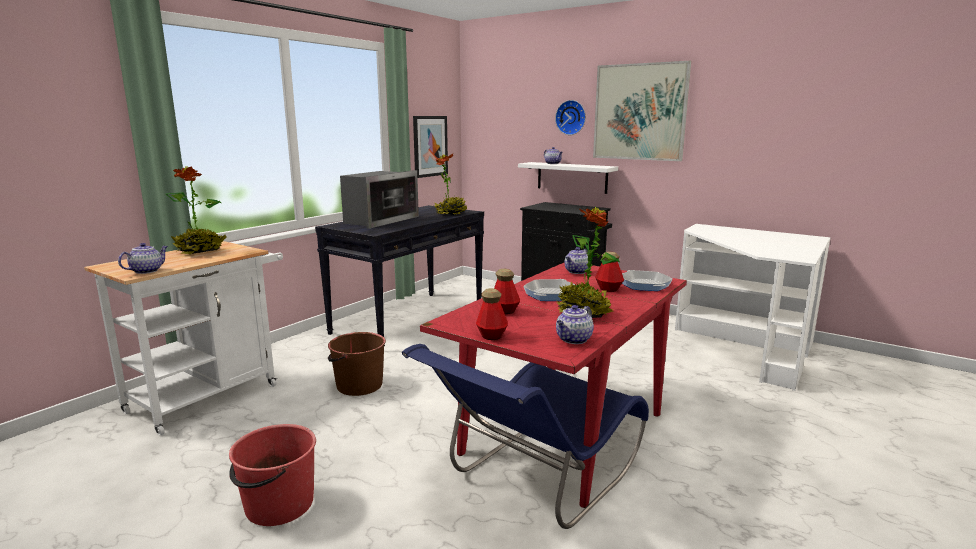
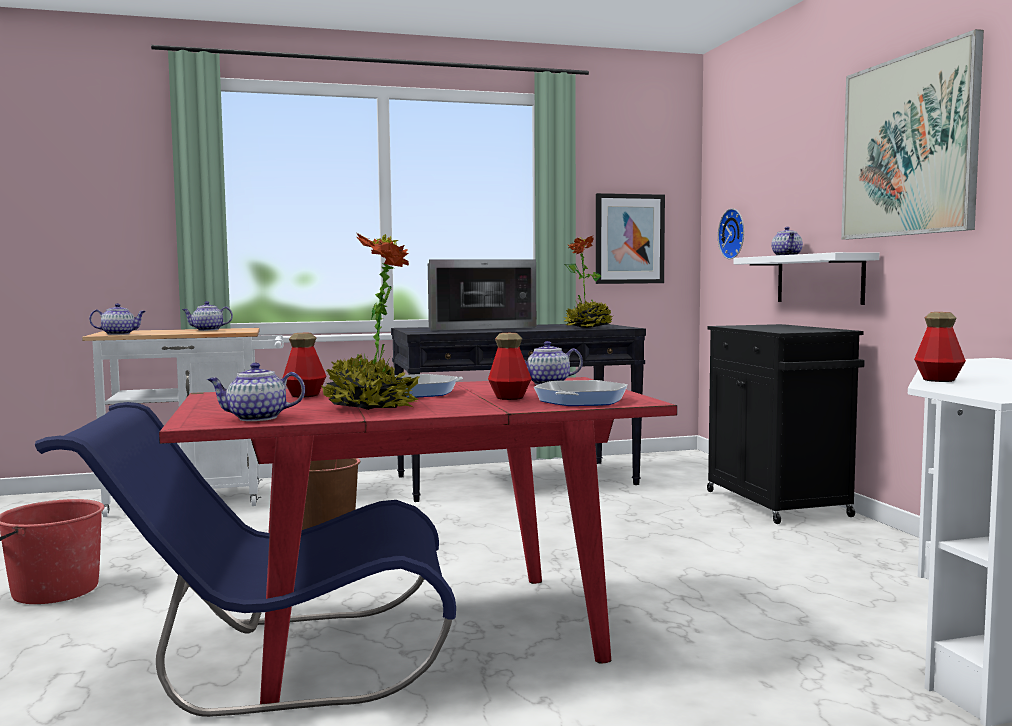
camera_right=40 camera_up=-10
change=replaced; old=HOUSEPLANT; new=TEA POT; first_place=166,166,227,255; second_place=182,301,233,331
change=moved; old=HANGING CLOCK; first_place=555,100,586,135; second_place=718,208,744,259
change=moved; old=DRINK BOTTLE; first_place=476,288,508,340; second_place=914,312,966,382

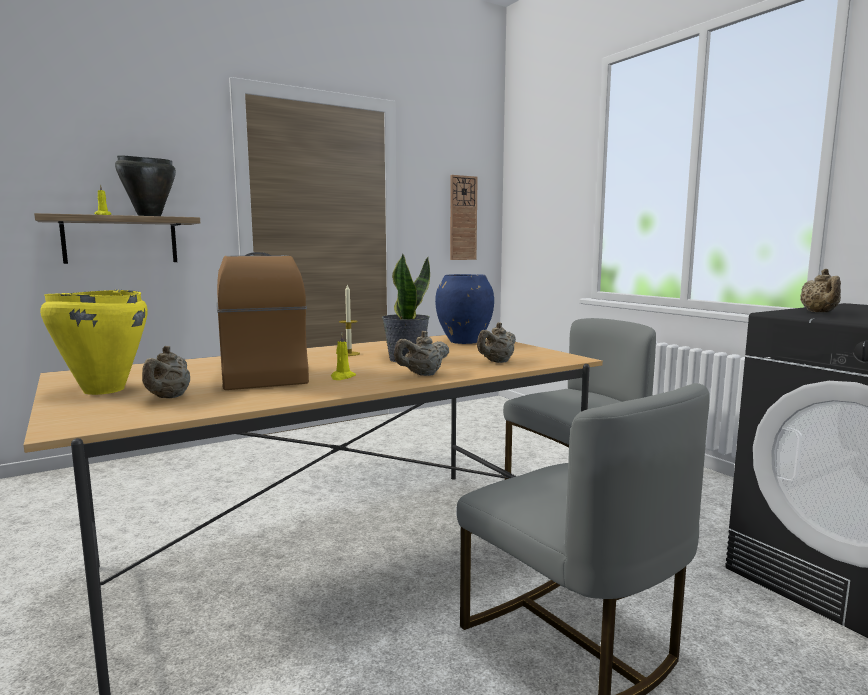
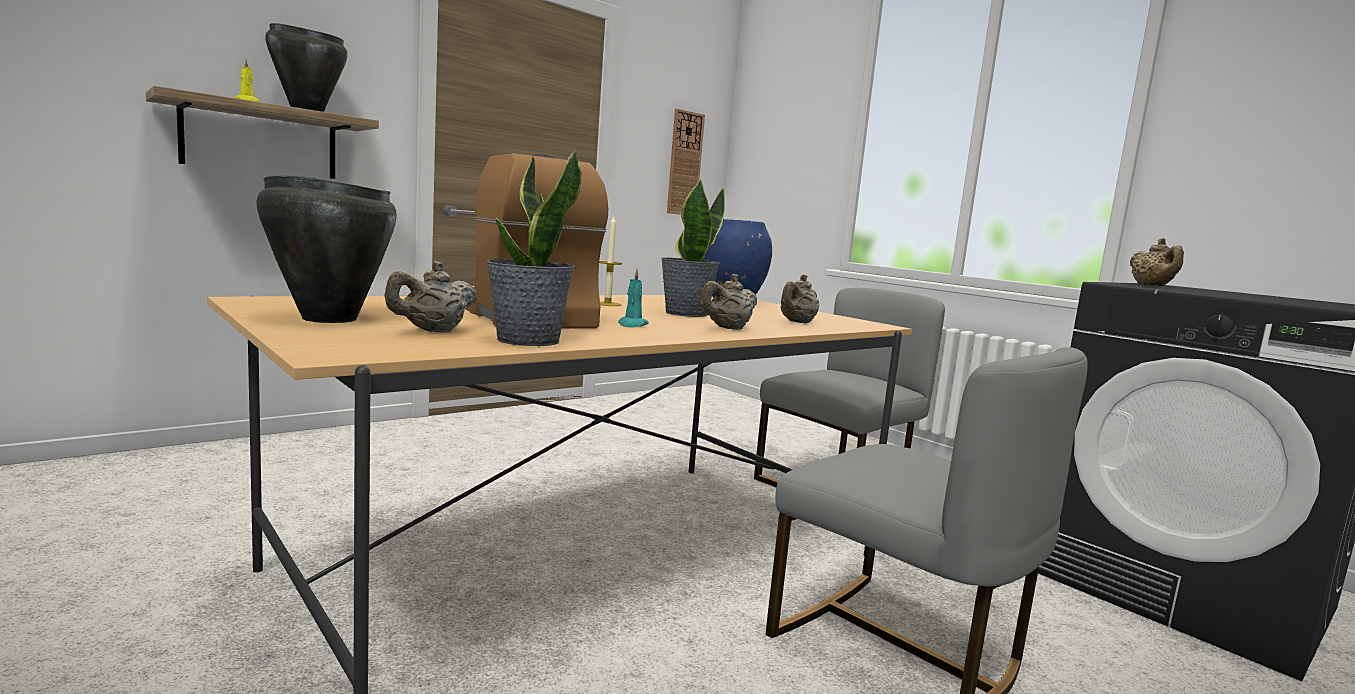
camera_right=-10 camera_up=0
change=recoloured; old=YELLOWISH SAUCEPOT; new=BLACK-COLOURED SAUCEPOT; first_place=40,290,148,395; second_place=256,176,397,323
change=turned; old=BEIGE-COLOURED TEA POT; first_place=142,346,190,398; second_place=384,261,477,332; degrees=45
change=added; new=HOUSEPLANT; second_place=486,149,582,346
change=recoloured; old=YELLOWISH WAX CANDLE; new=TURQUOISE-COLOURED WAX CANDLE; first_place=331,333,356,380; second_place=618,269,649,328

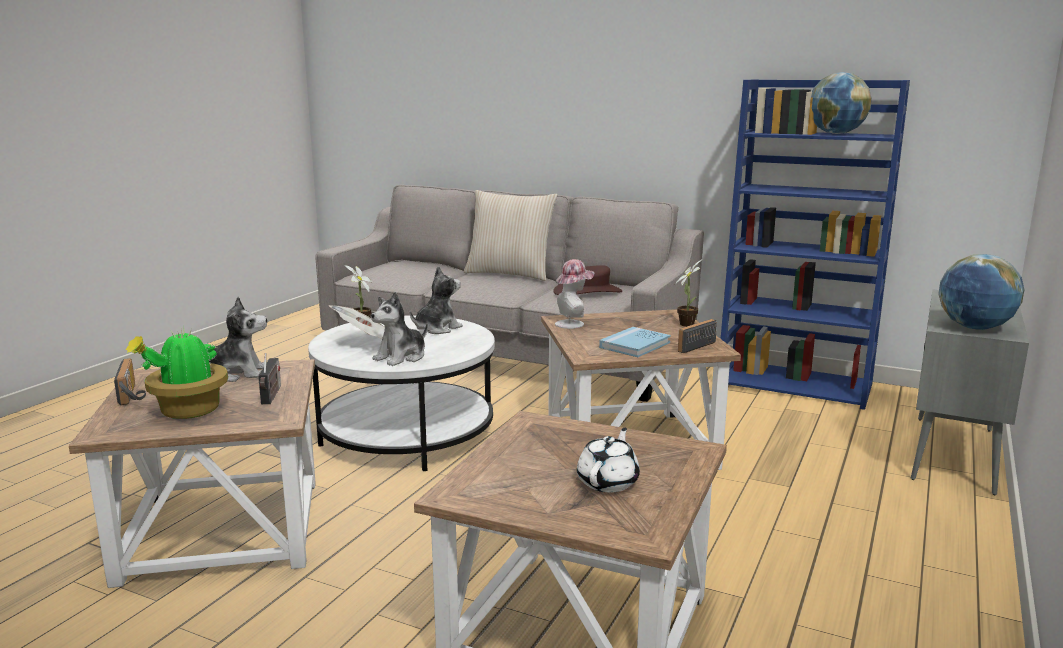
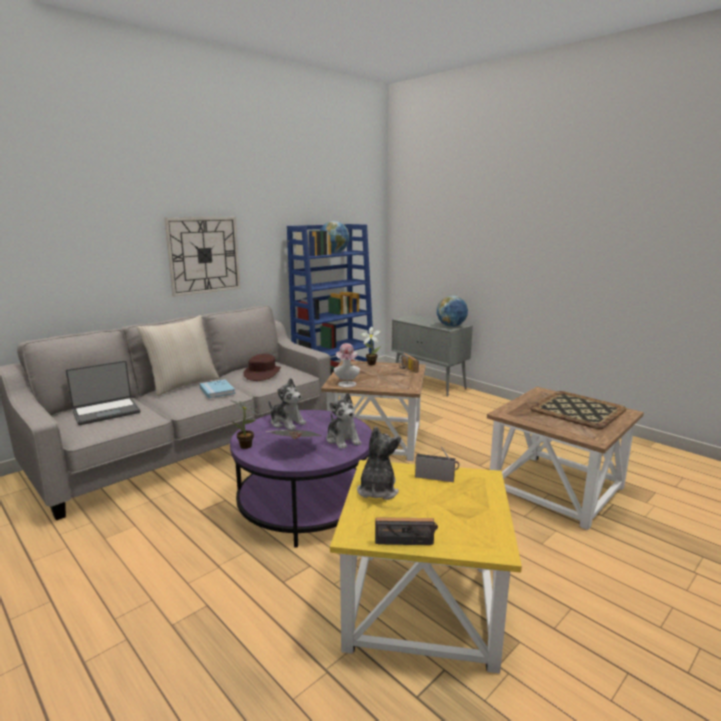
camera_right=-70 camera_up=0
change=added; new=LAPTOP; second_place=66,360,140,425
change=added; new=HANGING CLOCK; second_place=164,217,241,297
change=moved; old=BLUISH BOOK; first_place=599,327,671,357; second_place=199,379,235,398
change=recoloured; old=WHITE LOUNGE TABLE; new=PURPLE-COLOURED LOUNGE TABLE; first_place=308,315,495,471; second_place=230,410,372,548
change=turned; old=SOFT TOY; first_place=410,266,463,334; second_place=269,378,306,430; degrees=150
change=recoloured; old=BROWN SIDE TABLE; new=YELLOWISH SIDE TABLE; first_place=69,359,316,588; second_place=330,460,522,673
change=replaced; old=WHITE TEA POT; new=CARRYING TRAY; first_place=577,428,640,492; second_place=530,391,627,429
change=removed; old=HOUSEPLANT; first_place=126,326,228,419

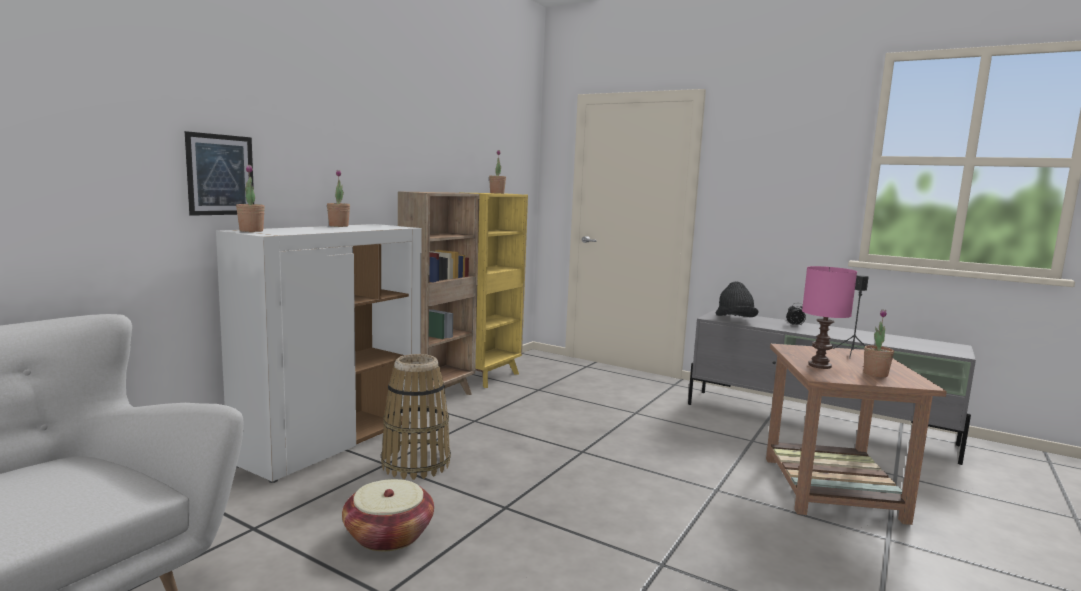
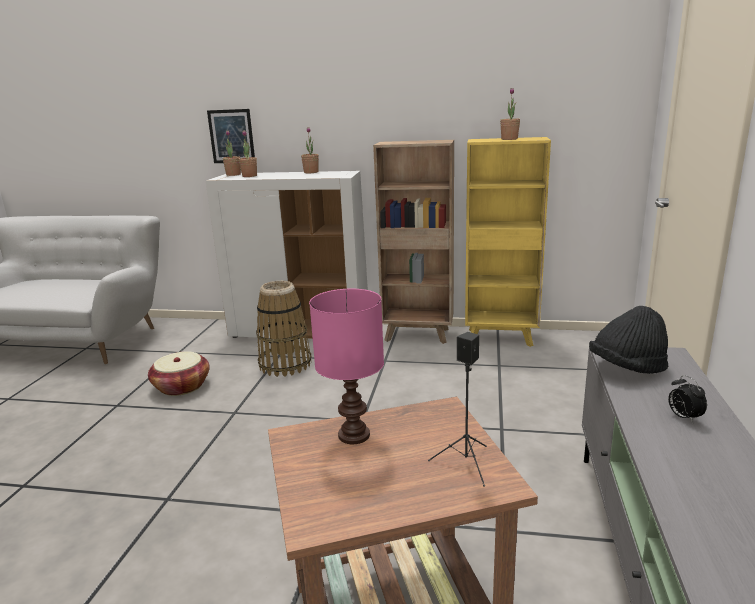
camera_right=70 camera_up=10
change=moved; old=HOUSEPLANT; first_place=864,309,894,377; second_place=239,130,257,177

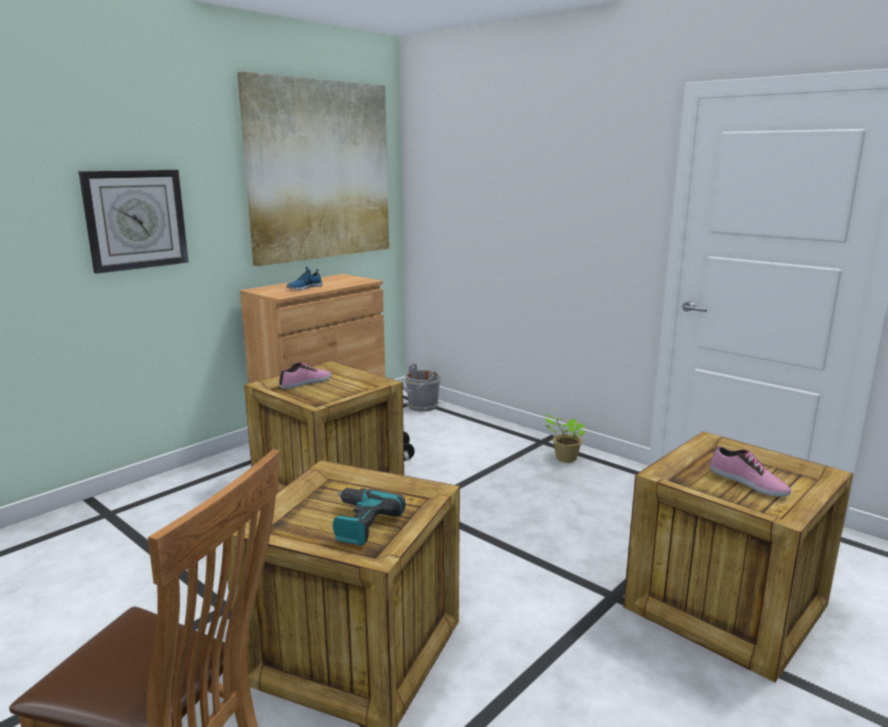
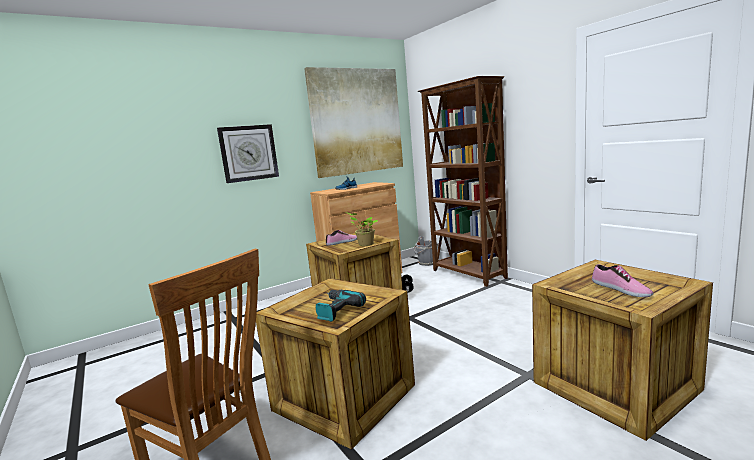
camera_right=15 camera_up=-5
change=moved; old=HOUSEPLANT; first_place=544,414,585,463; second_place=346,212,378,246
change=added; new=BROWN BOOKCASE; second_place=418,76,508,287

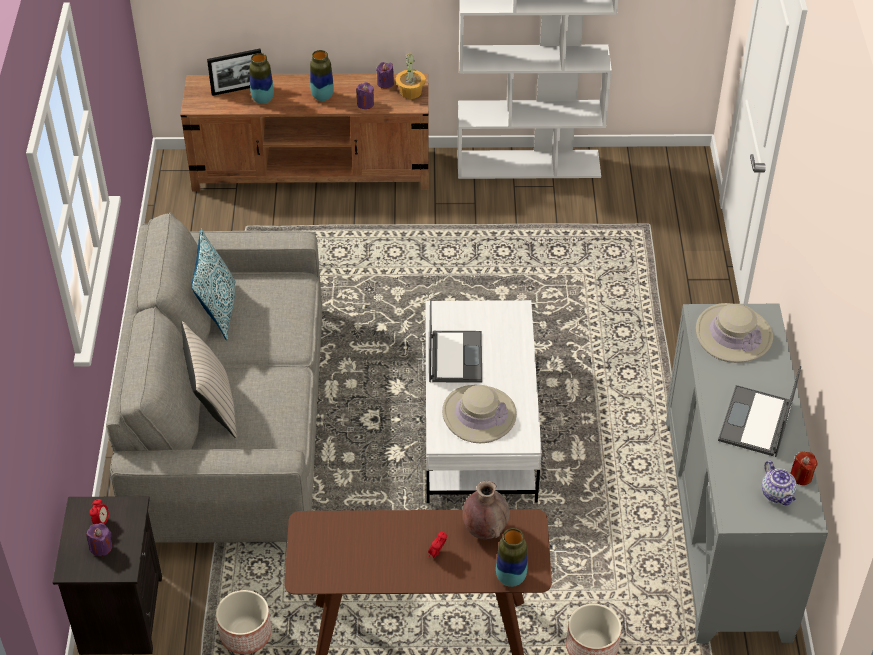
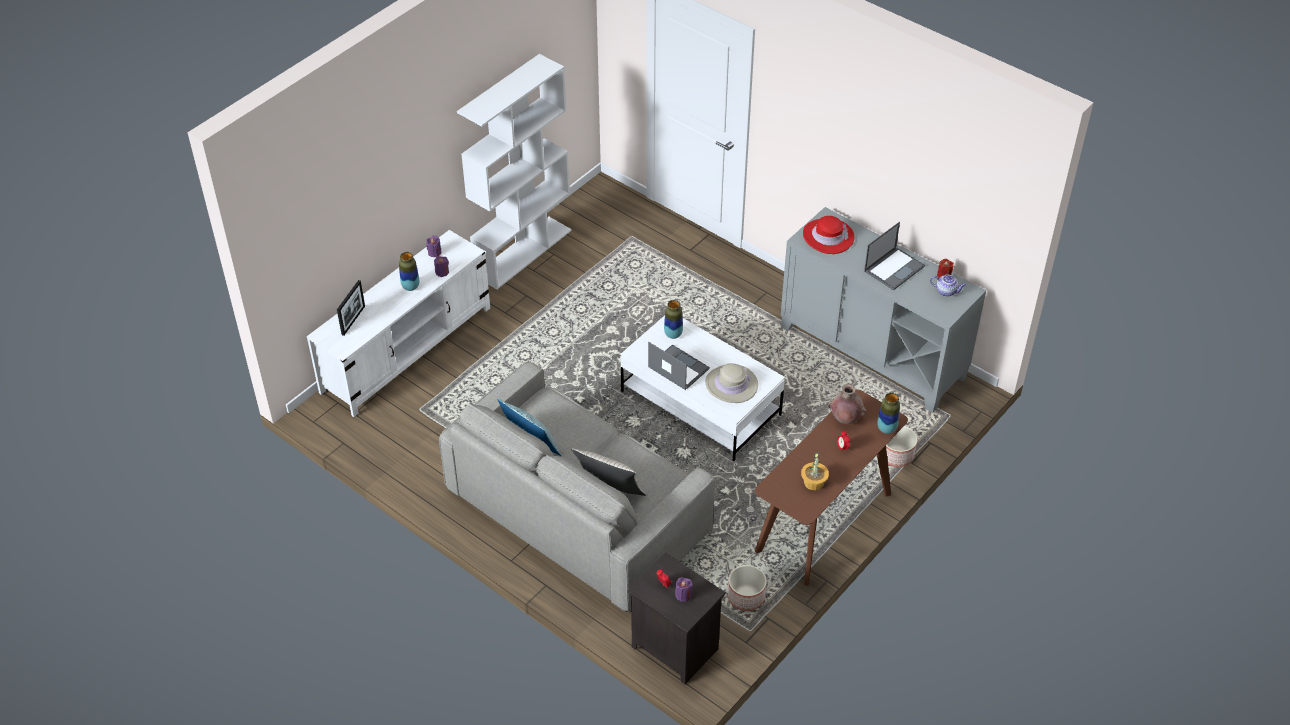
camera_right=-50 camera_up=0
change=recoloured; old=BROWN TV STAND; new=WHITE TV STAND; first_place=180,74,429,191; second_place=307,230,490,417
change=moved; old=DECORATIVE VASE; first_place=249,53,274,104; second_place=664,300,683,339
change=moved; old=HOUSEPLANT; first_place=395,54,426,99; second_place=801,452,829,490
change=recoloured; old=BEIGE-COLOURED HAT; new=REDDISH HAT; first_place=696,303,773,363; second_place=803,216,854,254
change=turned; old=LAPTOP; first_place=718,366,801,457; second_place=864,222,925,291; degrees=-105

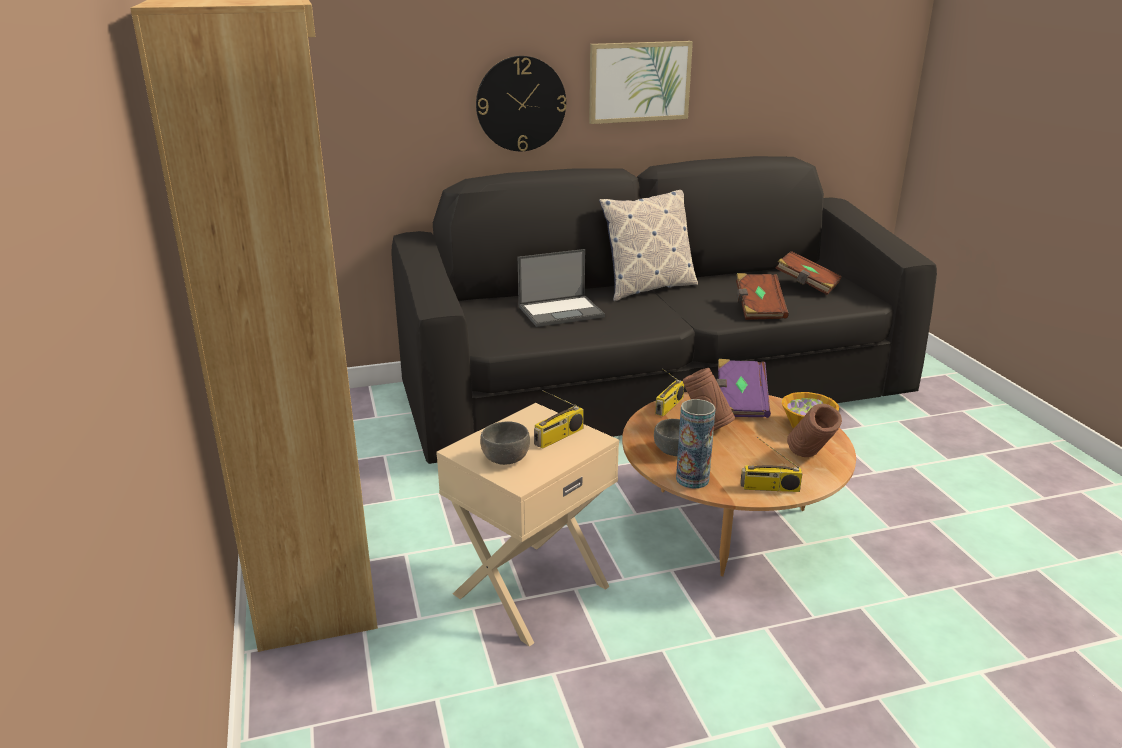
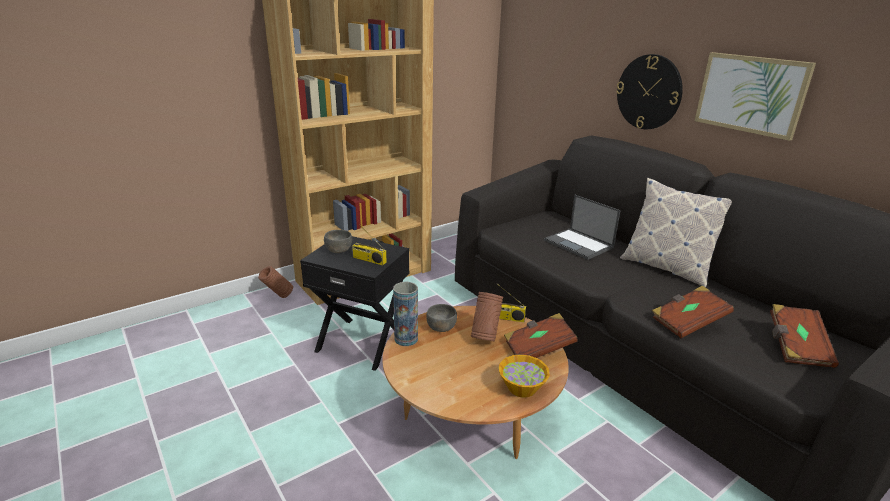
camera_right=70 camera_up=0
change=moved; old=BROWN DECORATIVE VASE; first_place=787,404,842,457; second_place=258,266,293,298
change=recoloured; old=BEIGE-COLOURED SIDE TABLE; new=BLACK-COLOURED SIDE TABLE; first_place=436,403,619,647; second_place=300,236,410,371
change=recoloured; old=PURPLE-COLOURED BOOK; new=BROWN BOOK; first_place=716,359,771,418; second_place=504,313,578,358
change=removed; old=RADIO RECEIVER; first_place=740,437,802,492

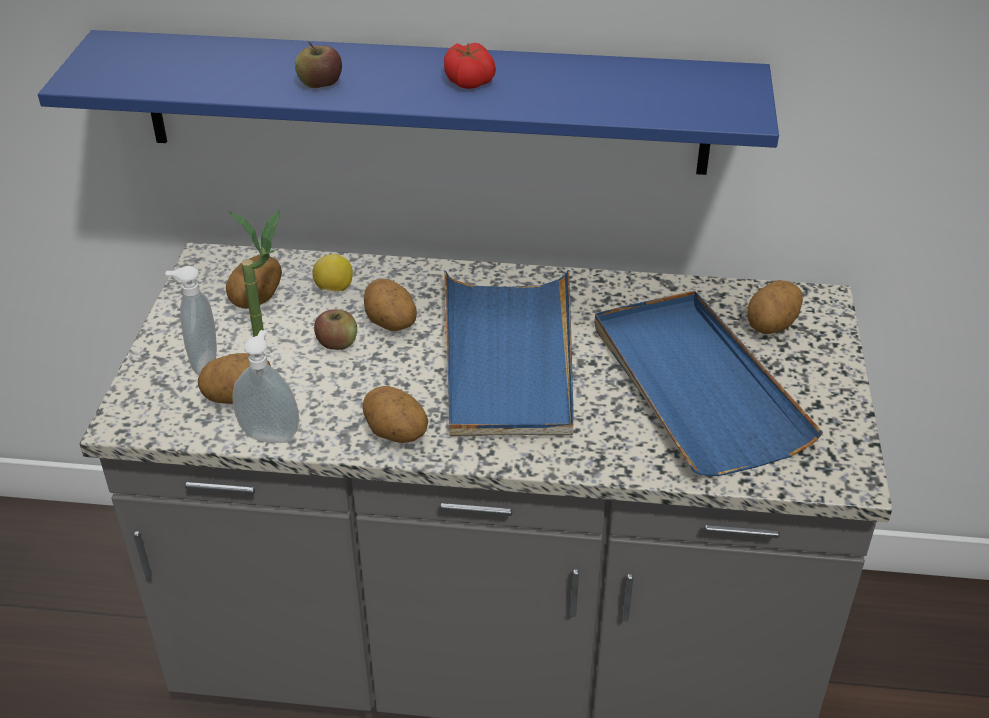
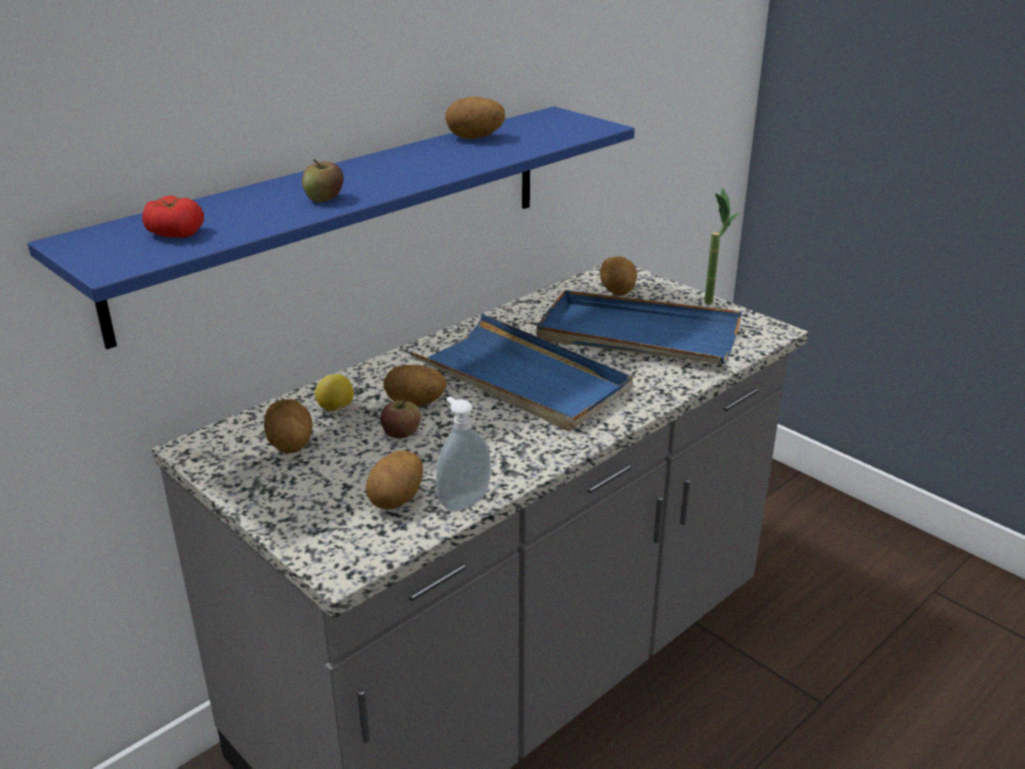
camera_right=-50 camera_up=-10
change=moved; old=FRESH TOMATO; first_place=444,42,496,89; second_place=142,196,204,238
change=moved; old=SPUD; first_place=363,386,428,443; second_place=445,96,505,140
change=moved; old=HOUSEPLANT; first_place=229,210,280,337; second_place=704,188,740,304
change=removed; old=SOAP DISPENSER; first_place=165,266,217,374

